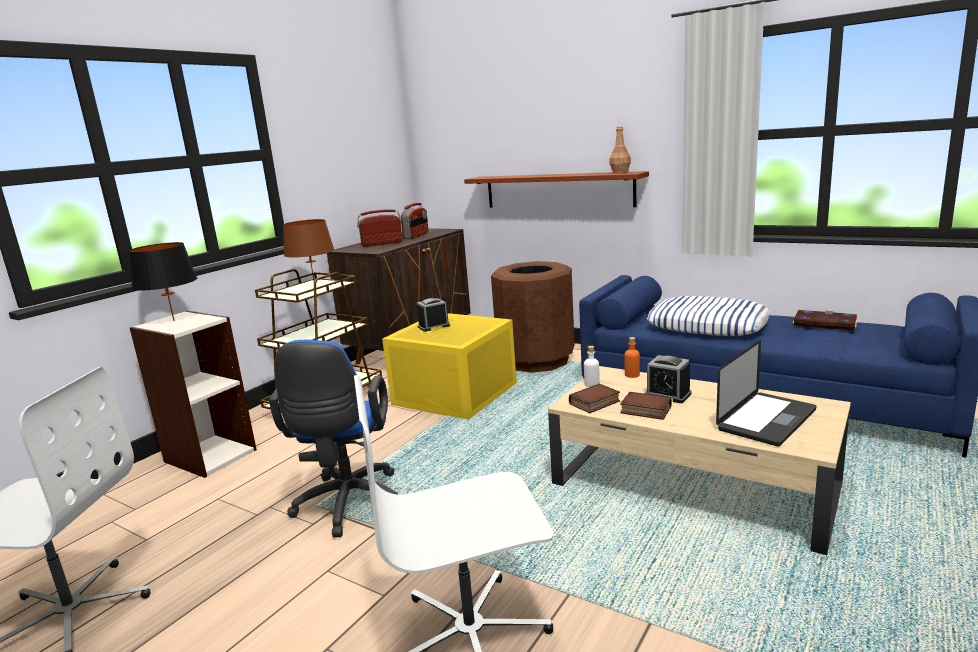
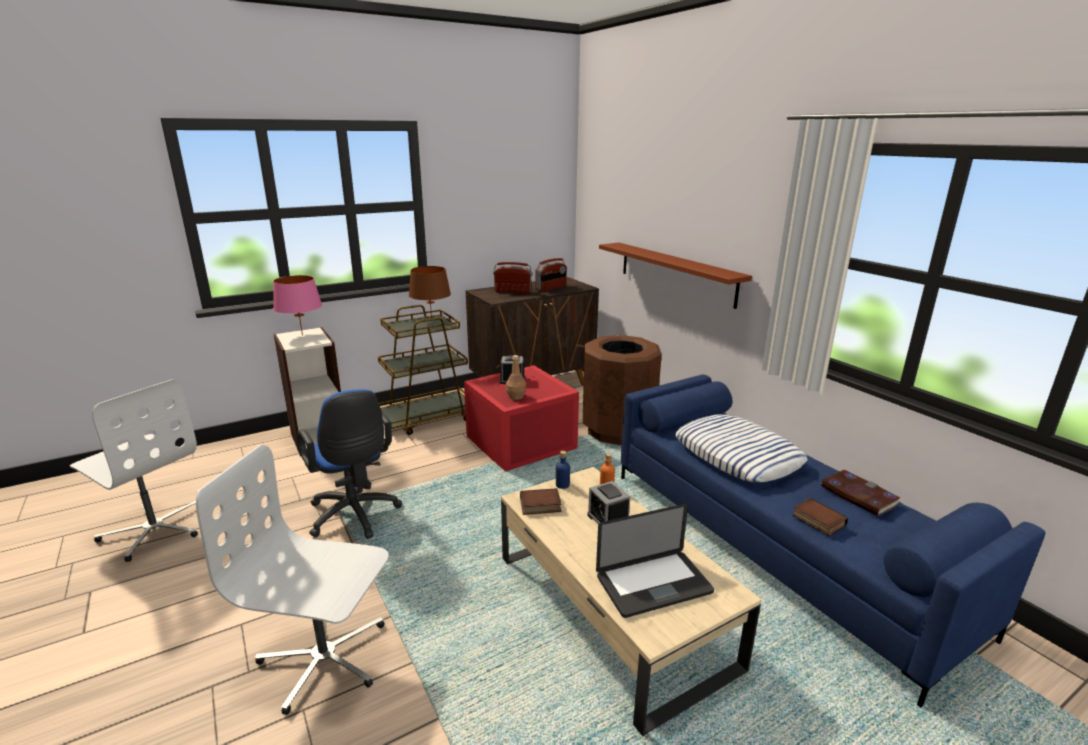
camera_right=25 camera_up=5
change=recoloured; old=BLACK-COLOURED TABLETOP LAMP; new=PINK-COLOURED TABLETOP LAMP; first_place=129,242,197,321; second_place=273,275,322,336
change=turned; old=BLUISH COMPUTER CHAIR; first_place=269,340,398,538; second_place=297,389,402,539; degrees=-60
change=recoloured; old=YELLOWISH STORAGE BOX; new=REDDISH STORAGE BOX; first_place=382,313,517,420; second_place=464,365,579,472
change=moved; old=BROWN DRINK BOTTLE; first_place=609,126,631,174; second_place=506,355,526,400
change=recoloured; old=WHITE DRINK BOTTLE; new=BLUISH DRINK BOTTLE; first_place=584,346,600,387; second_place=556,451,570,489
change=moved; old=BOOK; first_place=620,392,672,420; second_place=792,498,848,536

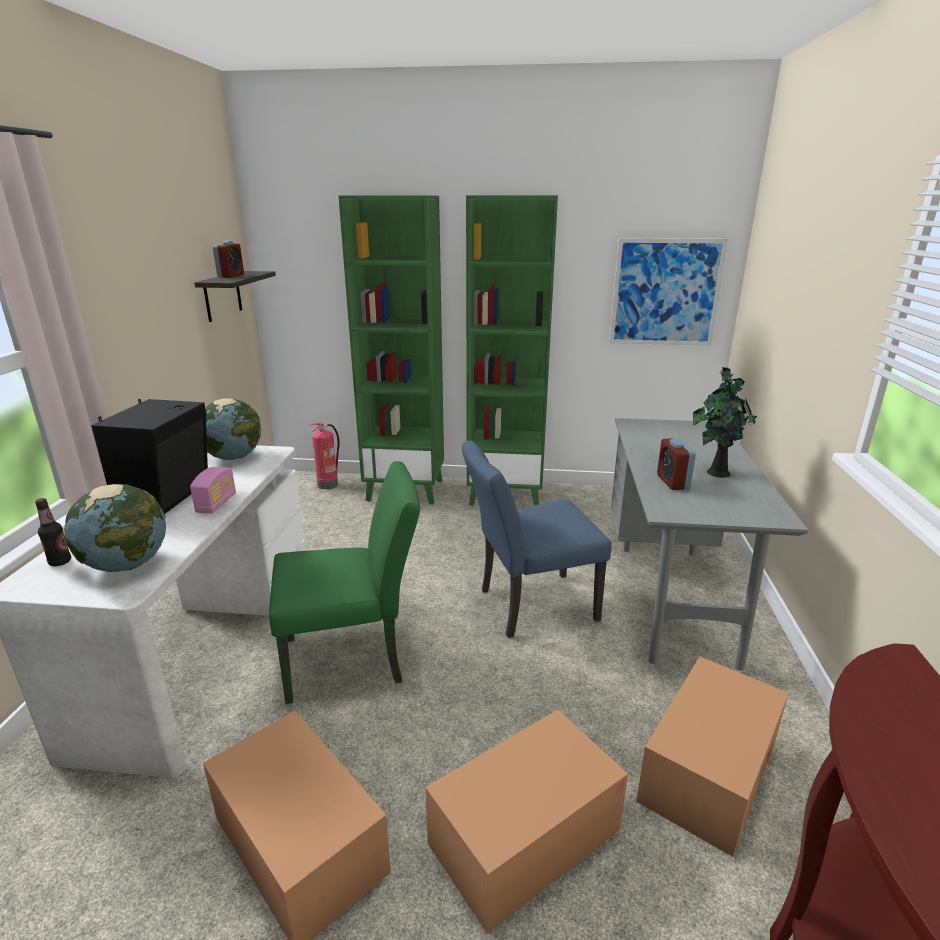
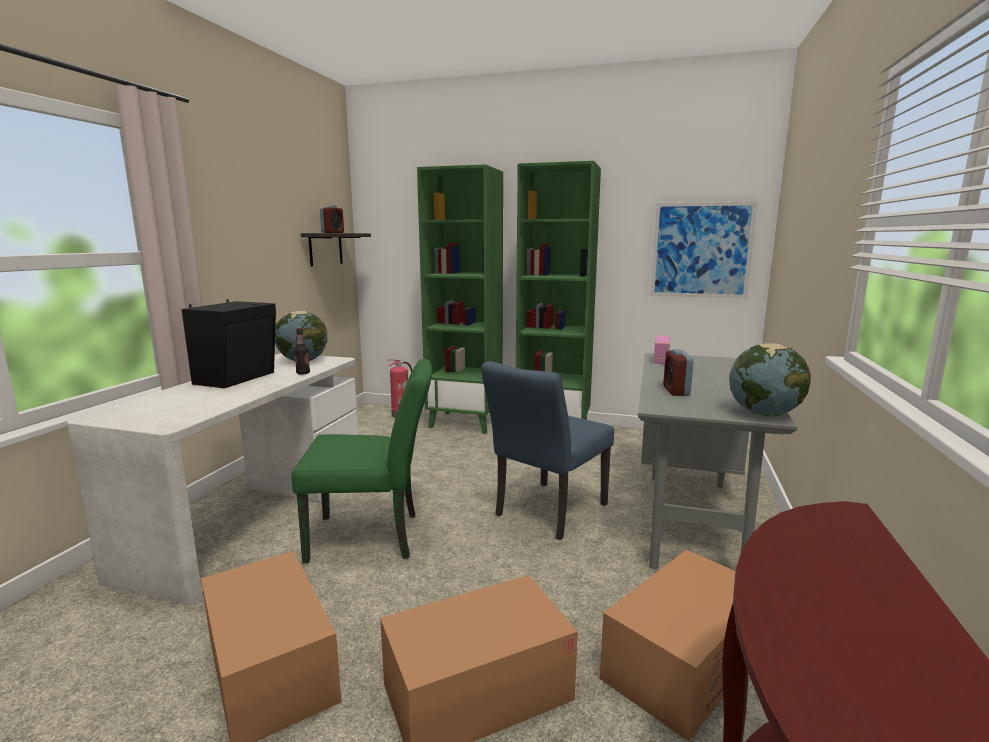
camera_right=10 camera_up=-10
change=moved; old=DRINK BOTTLE; first_place=35,498,71,566; second_place=294,328,310,375
change=turned; old=BLUISH CHAIR; first_place=462,441,611,638; second_place=481,361,614,540; degrees=-45
change=moved; old=RADIO RECEIVER; first_place=190,467,236,514; second_place=654,335,670,364
change=moved; old=WORLD GLOBE; first_place=64,484,166,572; second_place=729,343,811,416
change=removed; old=HOUSEPLANT; first_place=693,366,757,478

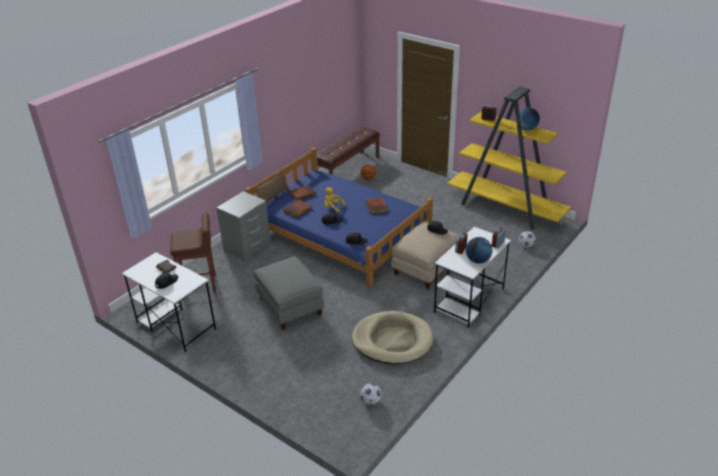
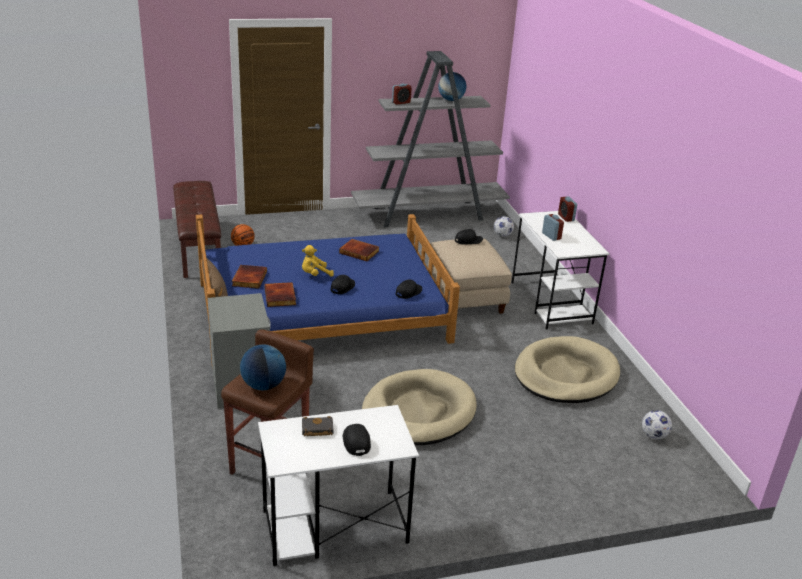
camera_right=-55 camera_up=-5
change=moved; old=WORLD GLOBE; first_place=466,237,492,263; second_place=240,344,286,391
change=recoloured; old=YELLOWISH BOOKCASE; new=GREY BOOKCASE; first_place=447,87,571,230; second_place=351,51,510,227
change=replaced; old=GREY OTTOMAN; new=BEIGE-COLOURED DOG CUSHION; first_place=254,256,324,330; second_place=362,369,477,445

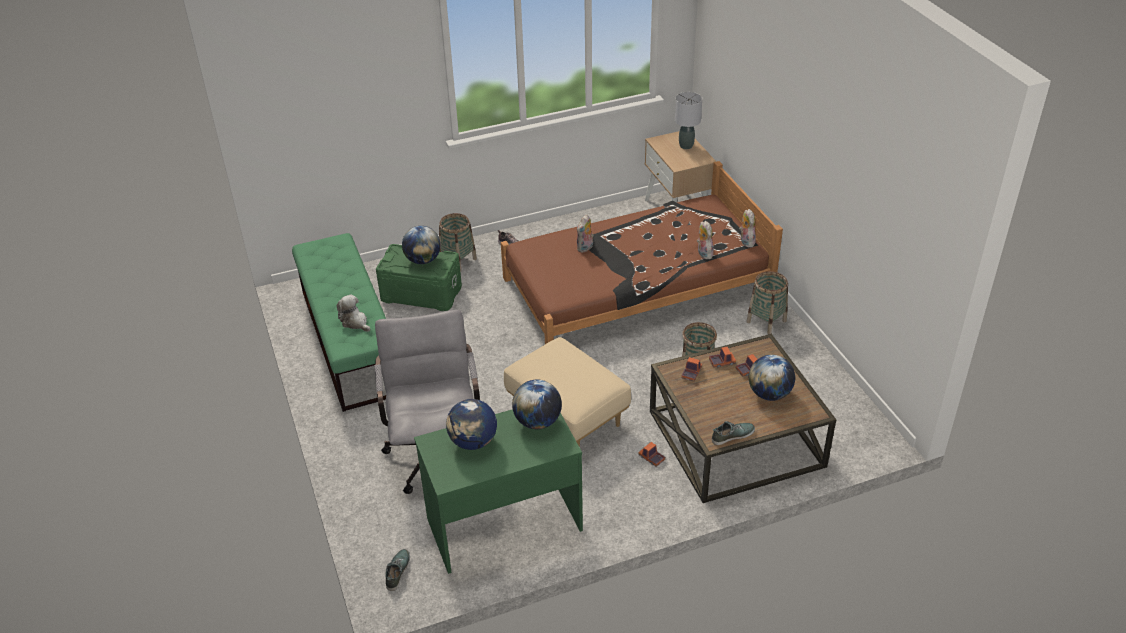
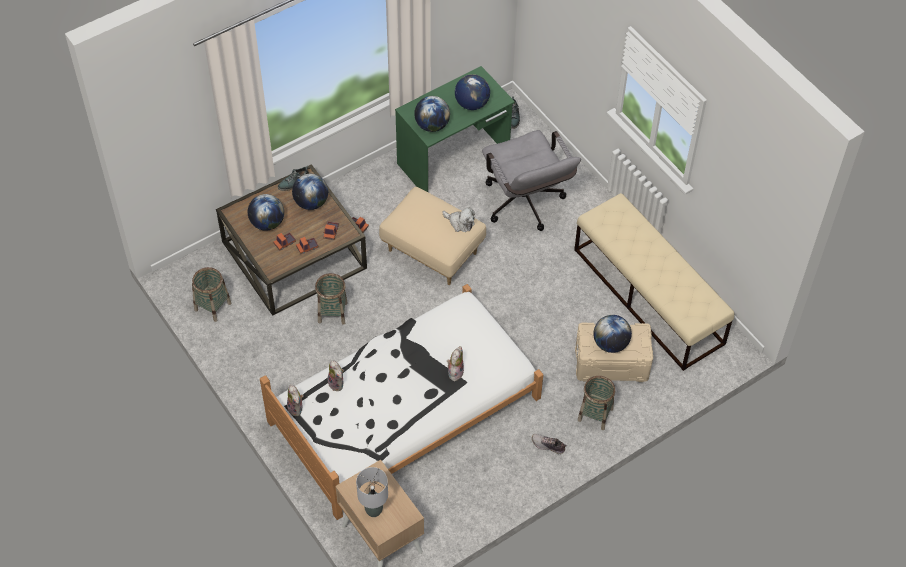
camera_right=165 camera_up=15
change=moved; old=STORAGE BASKET; first_place=746,271,788,334; second_place=192,267,231,322
change=recoloured; old=BROWN BED; new=WHITE BED; first_place=501,161,783,344; second_place=260,284,543,520
change=added; new=WORLD GLOBE; second_place=292,174,328,210
change=moved; old=SOFT TOY; first_place=337,294,371,332; second_place=442,207,475,232
change=recoloured; old=GREEN LONG SEAT; new=BEIGE-COLOURED LONG SEAT; first_place=292,233,386,412; second_place=574,193,735,371
change=recoloured; old=GREEN STORAGE BOX; new=BEIGE-COLOURED STORAGE BOX; first_place=376,244,462,311; second_place=575,323,653,382

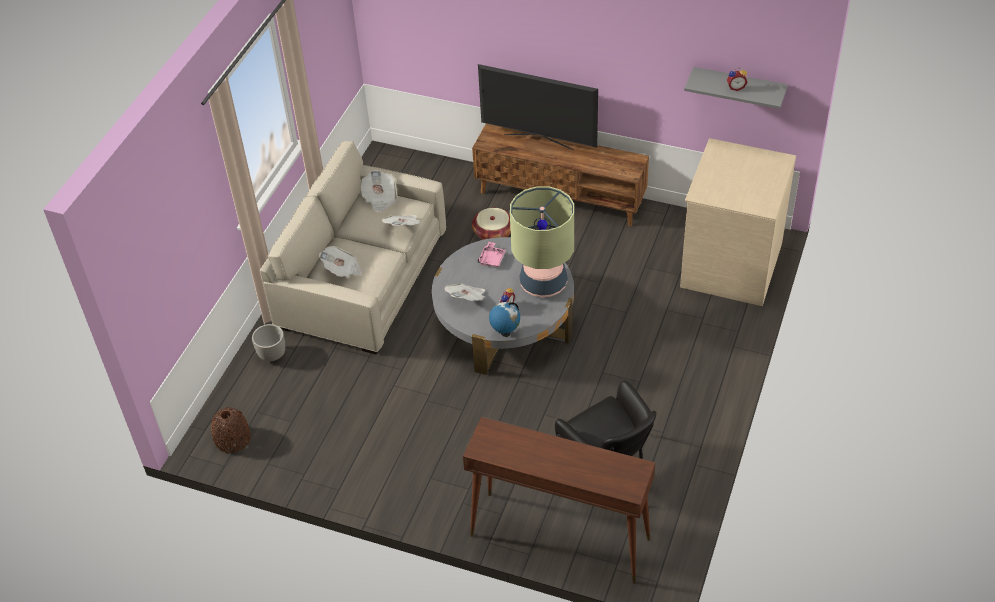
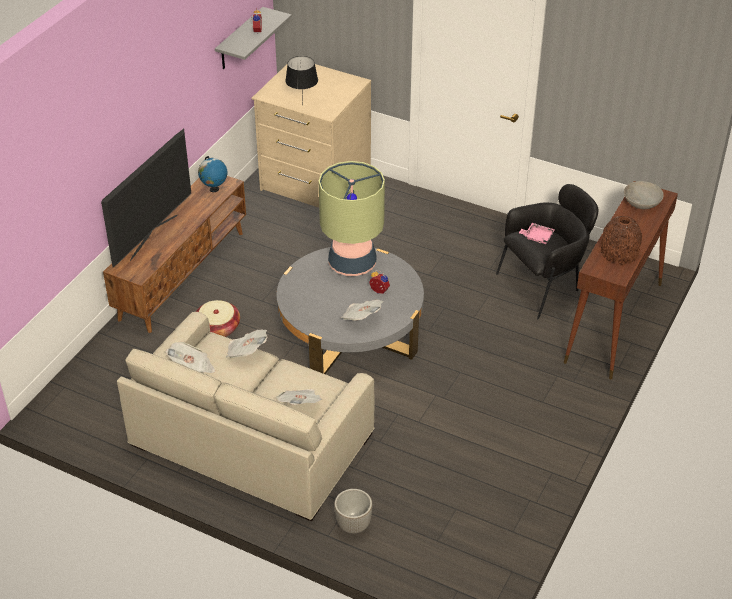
camera_right=-85 camera_up=-5
change=moved; old=WORLD GLOBE; first_place=489,302,520,337; second_place=198,156,227,192
change=added; new=BLACK-COLOURED TABLETOP LAMP; second_place=285,56,318,104
change=moved; old=PINK-COLOURED CARRYING TRAY; first_place=477,242,506,267; second_place=519,223,555,244
change=moved; old=BROWN DECORATIVE VASE; first_place=211,407,251,453; second_place=601,216,642,264
change=added; new=GREY SERVING BOWL; second_place=624,181,664,209

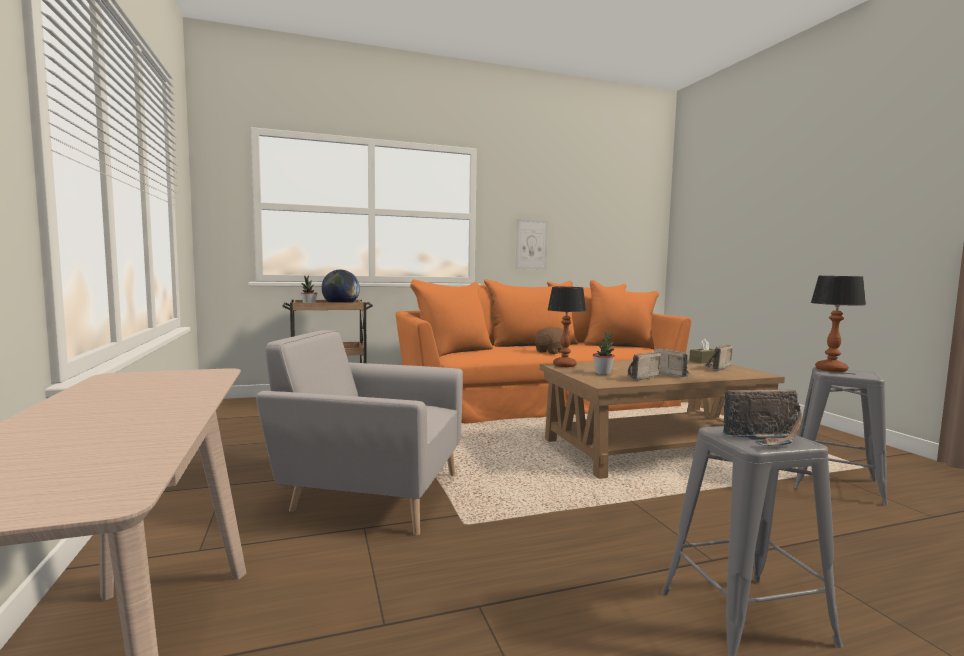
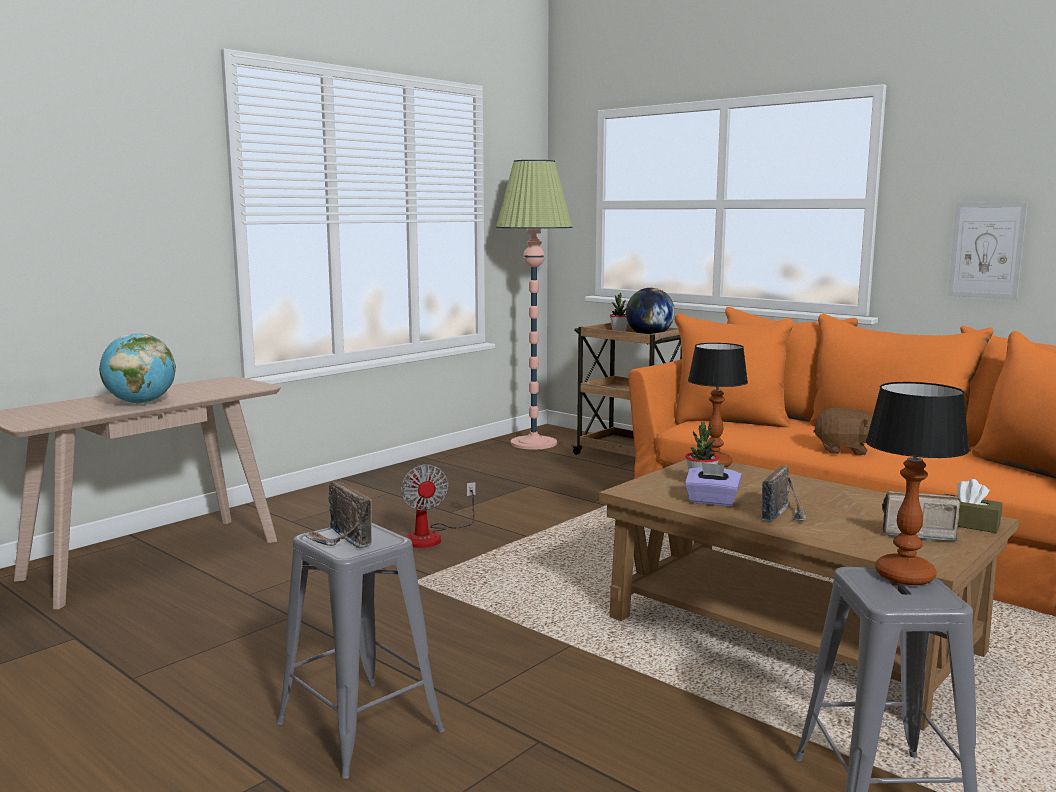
camera_right=60 camera_up=5
change=added; new=WORLD GLOBE; second_place=99,334,176,404
change=replaced; old=GREY ARMCHAIR; new=COOLING FAN; first_place=256,330,463,536; second_place=401,464,476,548
change=added; new=FLOOR LAMP; second_place=496,160,572,450
change=replaced; old=RADIO RECEIVER; new=PURPLE-COLOURED TISSUE HOLDER; first_place=628,352,661,381; second_place=685,462,742,506

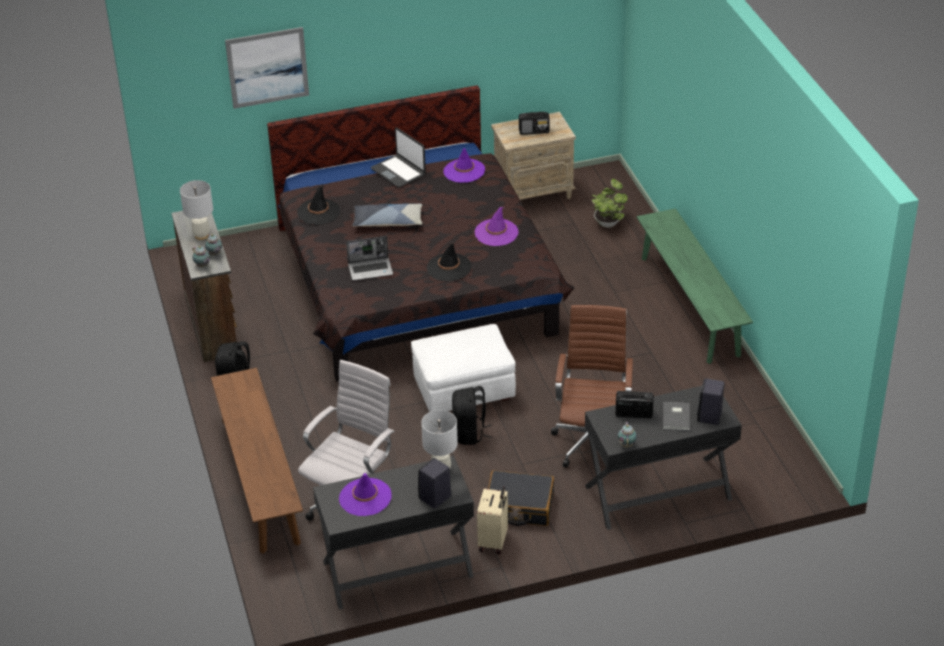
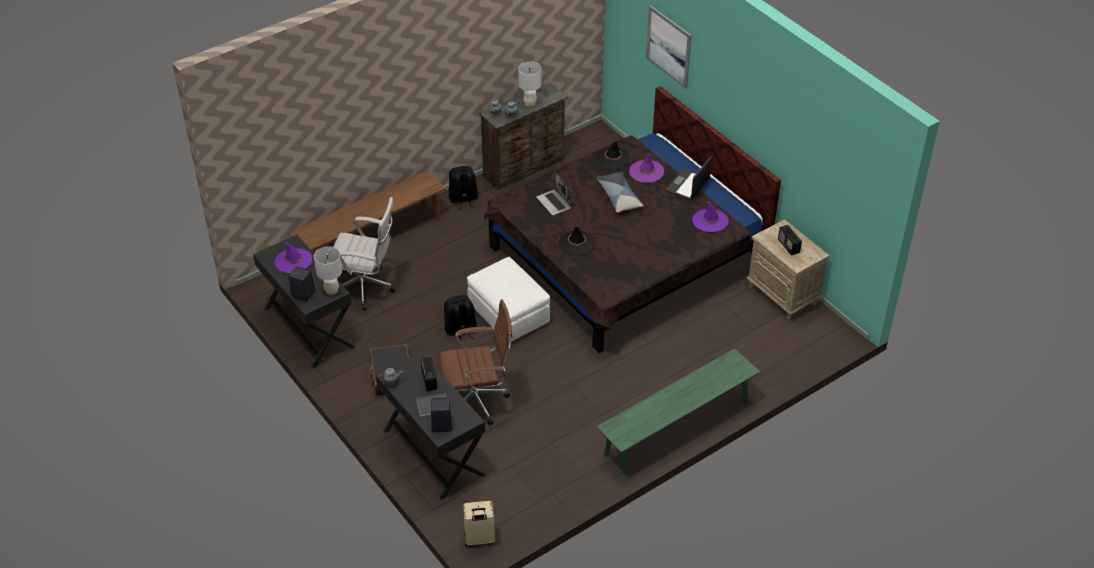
camera_right=70 camera_up=5
change=moved; old=BEIGE-COLOURED SUITCASE; first_place=477,487,508,554; second_place=463,501,495,547
change=moved; old=PURPLE-COLOURED HAT; first_place=475,207,519,246; second_place=629,154,664,183
change=removed; old=HOUSEPLANT; first_place=592,179,628,228

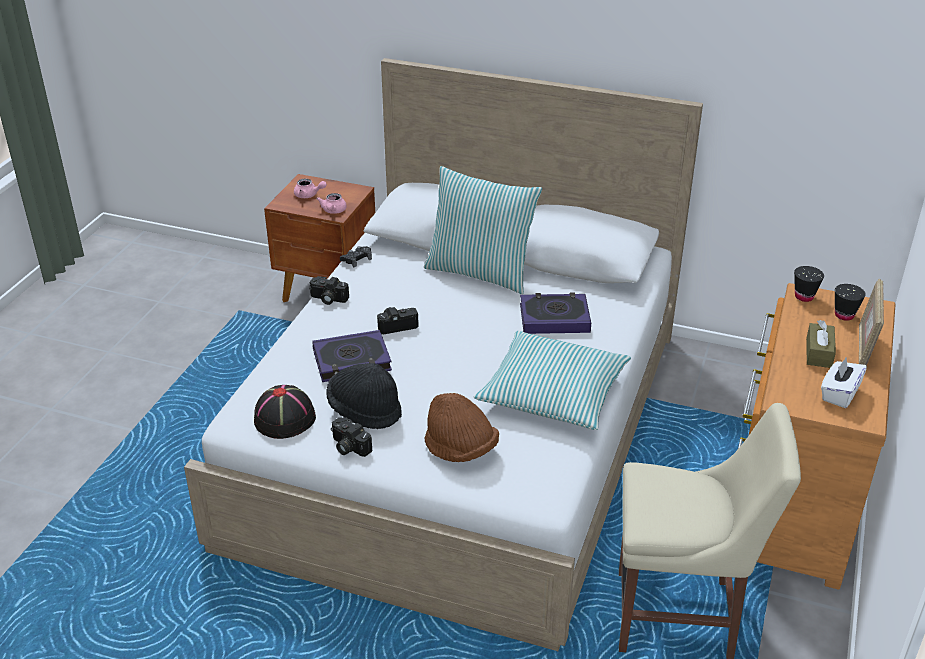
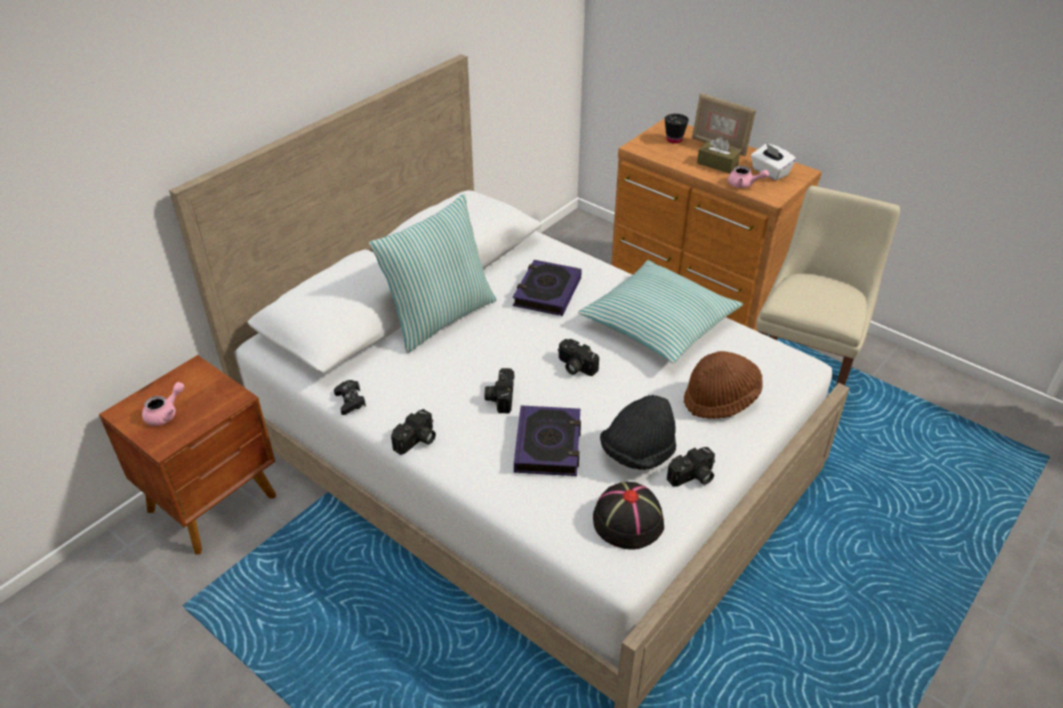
camera_right=-70 camera_up=5
change=added; new=PHOTO CAMERA; second_place=558,339,599,376
change=moved; old=PINK-COLOURED TEA POT; first_place=317,193,347,214; second_place=728,166,769,188
change=removed; old=BLACK-COLOURED CUP; first_place=794,266,824,302

